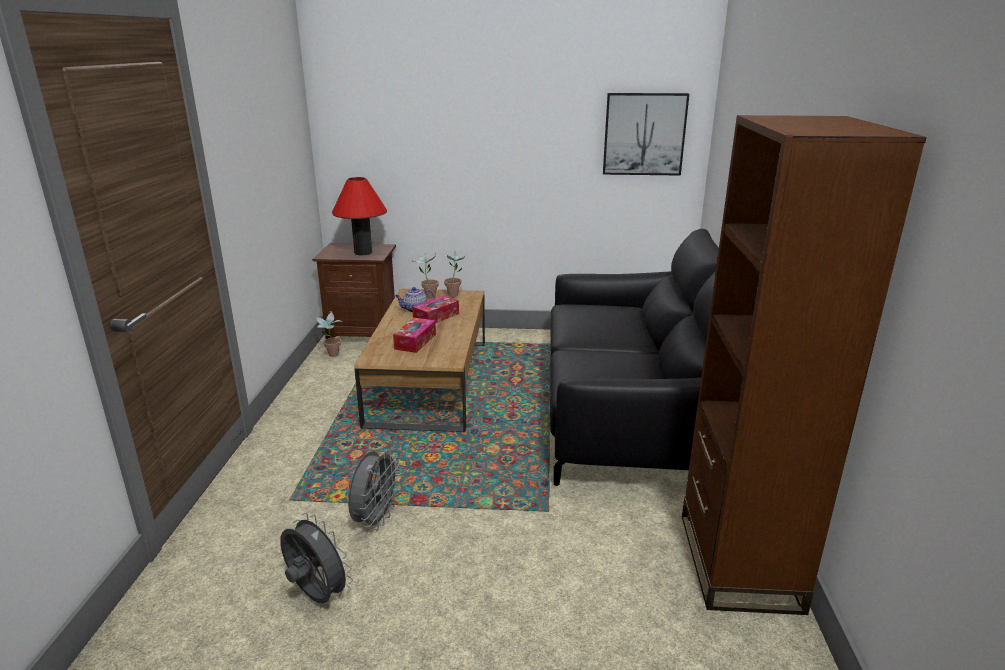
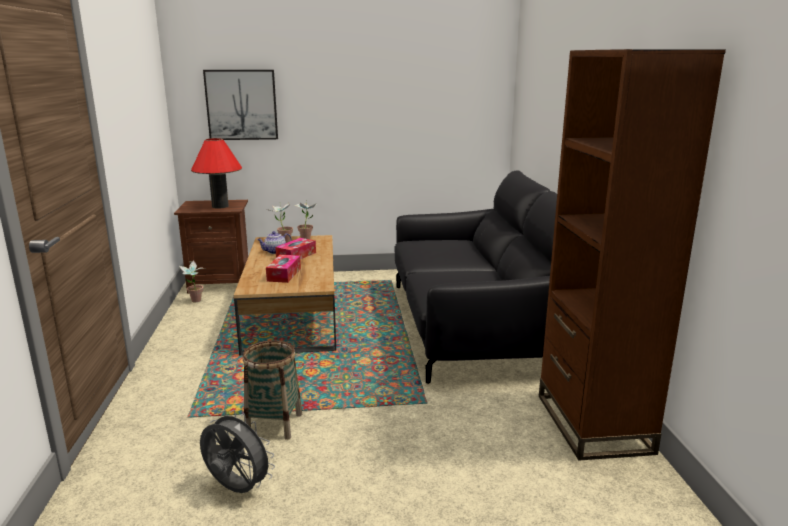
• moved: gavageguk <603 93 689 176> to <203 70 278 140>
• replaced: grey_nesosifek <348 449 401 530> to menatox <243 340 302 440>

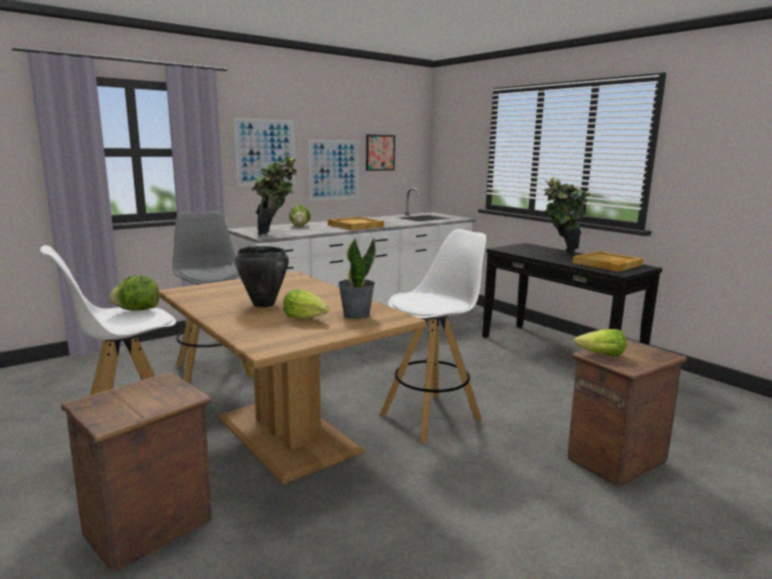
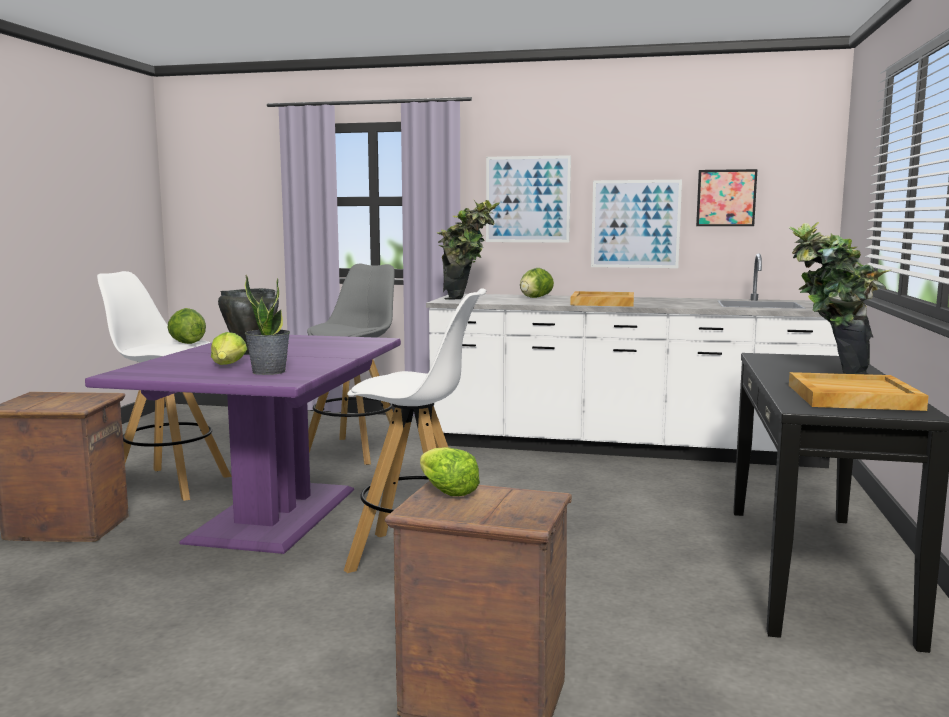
• recoloured: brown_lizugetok <159 271 426 484> to purple_lizugetok <85 335 401 554>

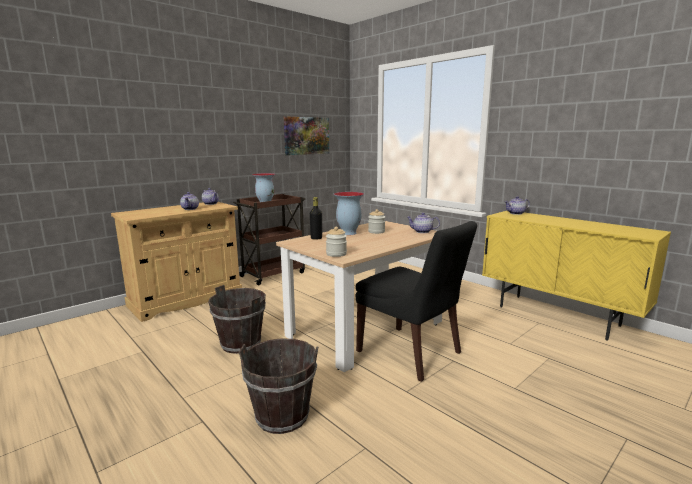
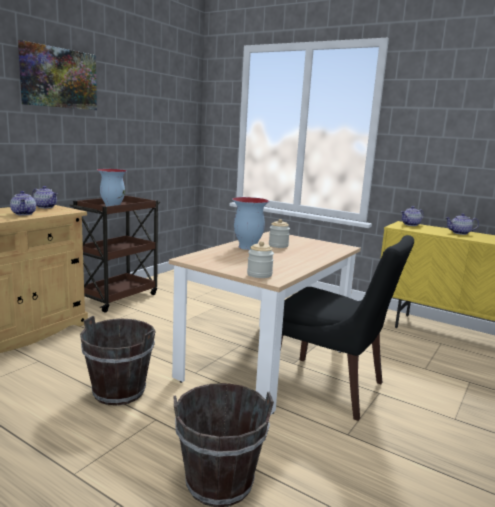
• removed: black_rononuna <310 197 322 240>
• moved: gavageguk <284 116 329 155> to <18 40 97 110>
• moved: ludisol <407 213 440 233> to <445 213 479 235>

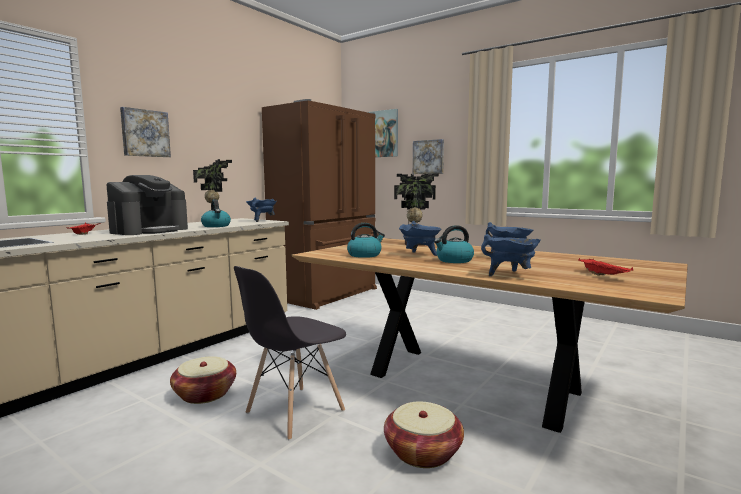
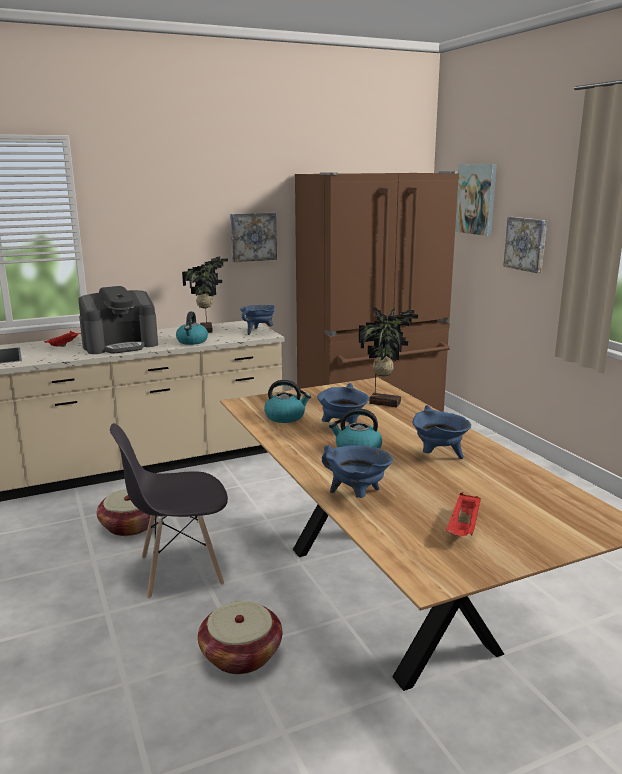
• moved: gavageguk <120 107 171 157> to <230 212 277 262>

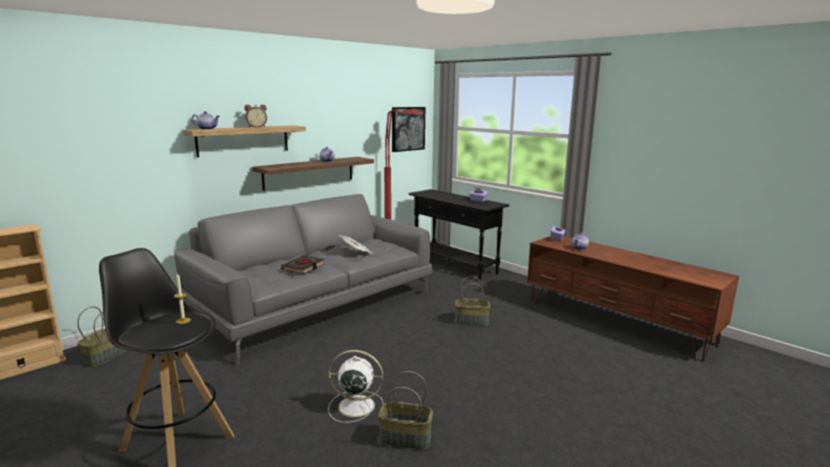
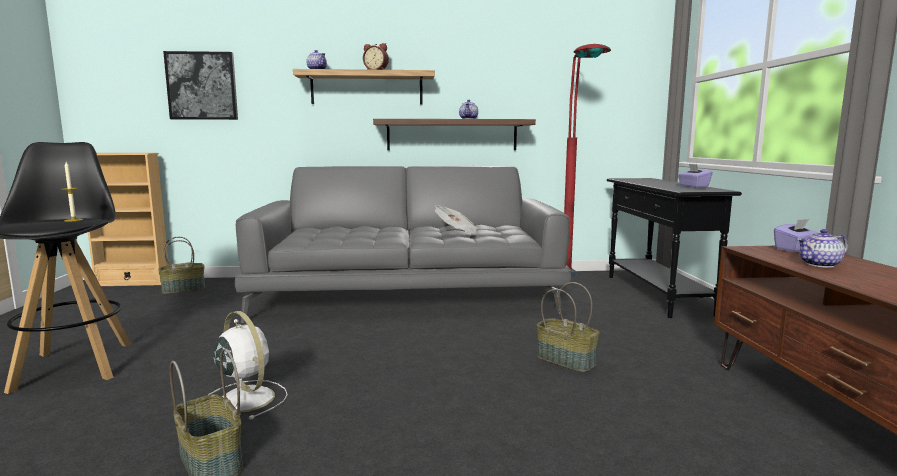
• removed: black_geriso <281 256 325 274>
• moved: gavageguk <392 107 425 152> to <163 51 238 120>

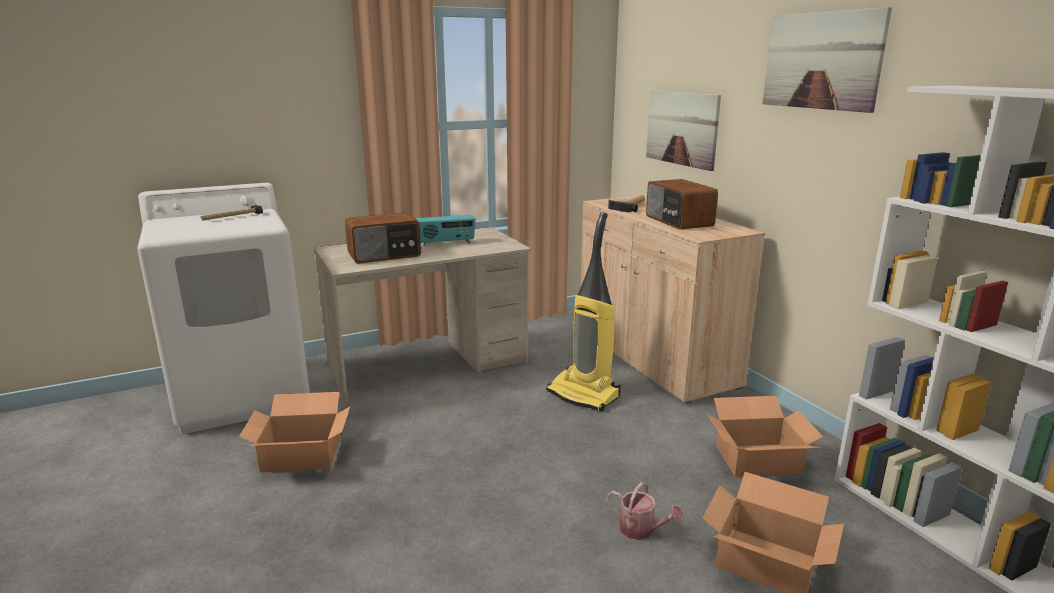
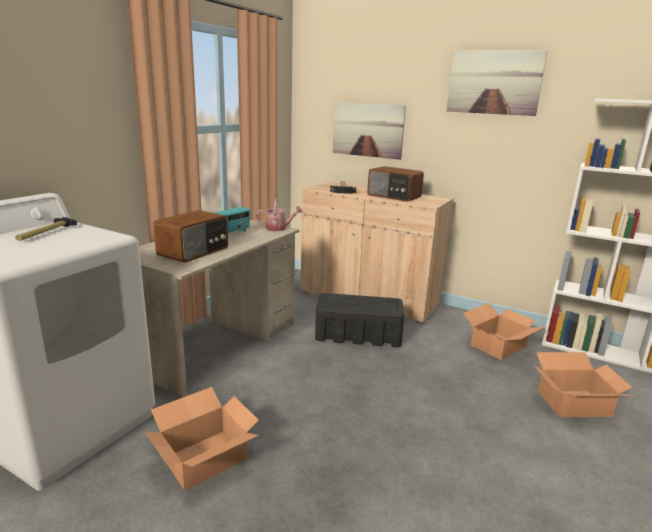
• moved: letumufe <607 482 684 540> to <256 199 303 231>
• replaced: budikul <546 212 621 412> to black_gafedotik <315 293 404 347>

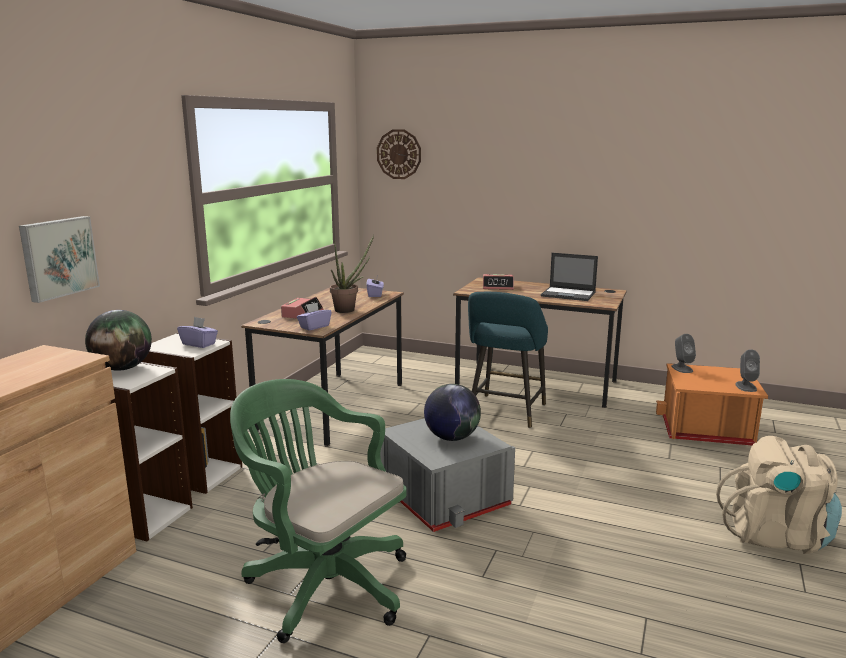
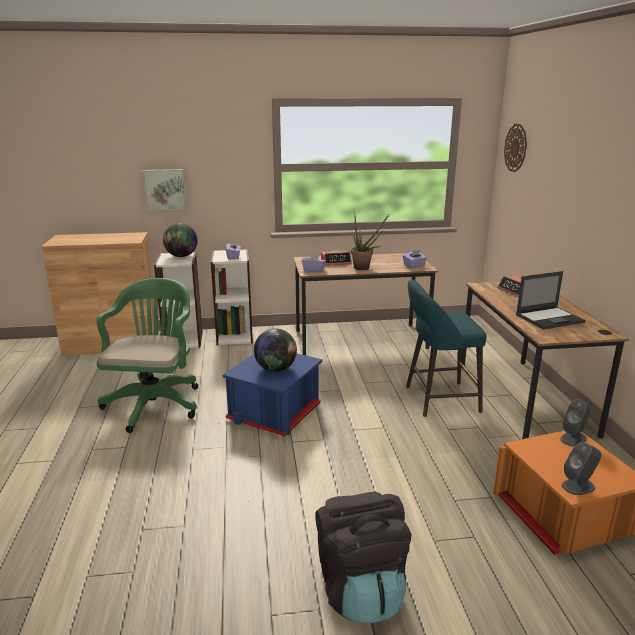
• recoloured: grey_gafedotik <380 418 515 532> to blue_gafedotik <223 354 322 436>
• recoloured: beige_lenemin <716 436 842 554> to black_lenemin <315 491 411 624>
• turned: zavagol <541 253 598 301> = <516 271 586 329> 105 degrees counterclockwise

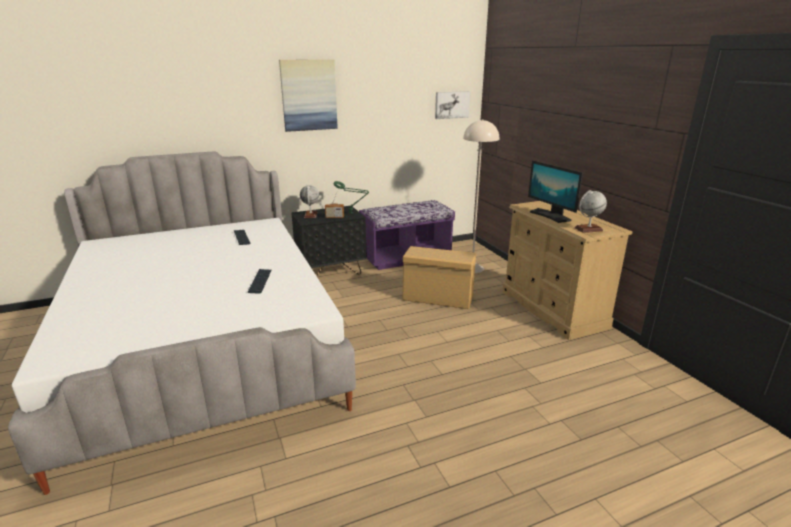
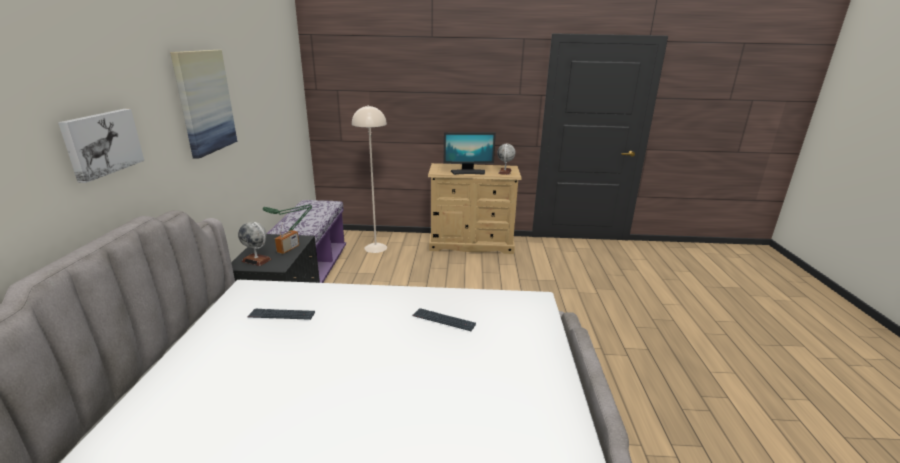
• removed: beige_gafedotik <403 246 476 309>
• moved: gavageguk <435 91 470 119> to <58 109 144 183>

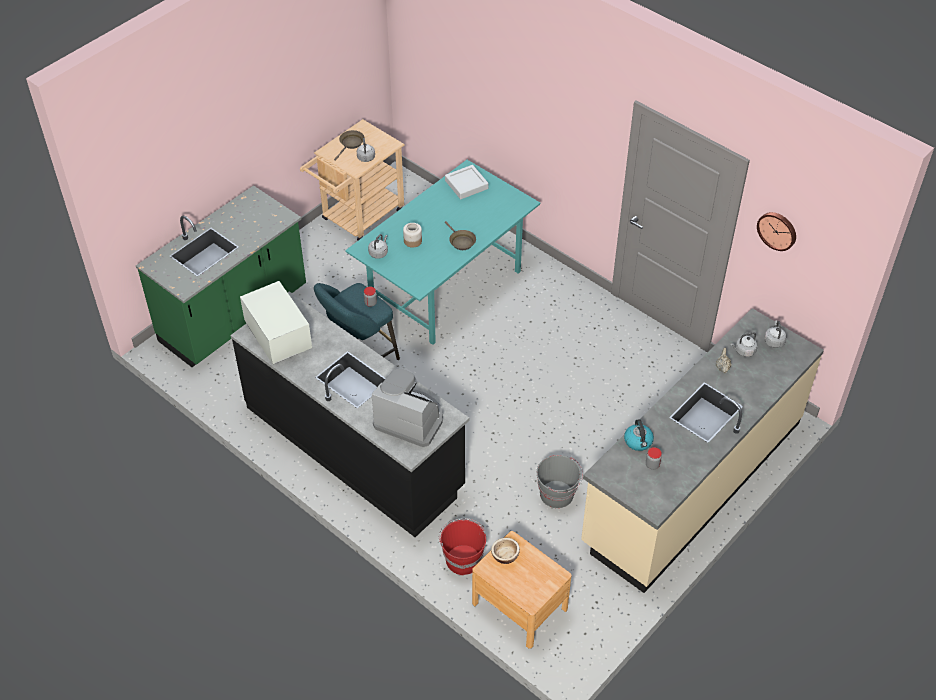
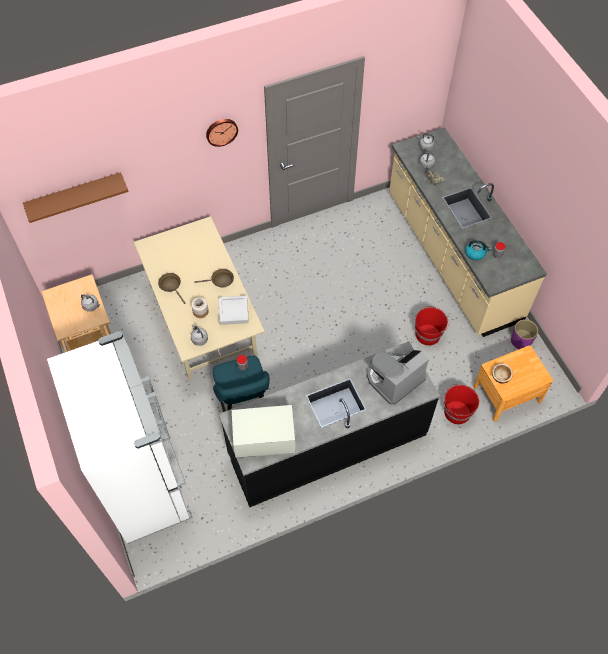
• added: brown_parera <23 172 129 223>
• added: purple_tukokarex <511 319 538 349>
• moved: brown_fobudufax <334 130 365 161> to <158 273 186 304>
• moved: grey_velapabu <445 165 489 199> to <219 296 249 325>
• moved: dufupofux <757 212 796 251> to <206 119 238 147>
• replaced: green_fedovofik <136 185 306 367> to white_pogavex <47 331 193 544>
• recoloured: turquoise_lizugetok <345 160 540 345> to beige_lizugetok <134 216 265 380>
• recoloured: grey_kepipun <537 455 583 508> to red_kepipun <415 306 449 346>

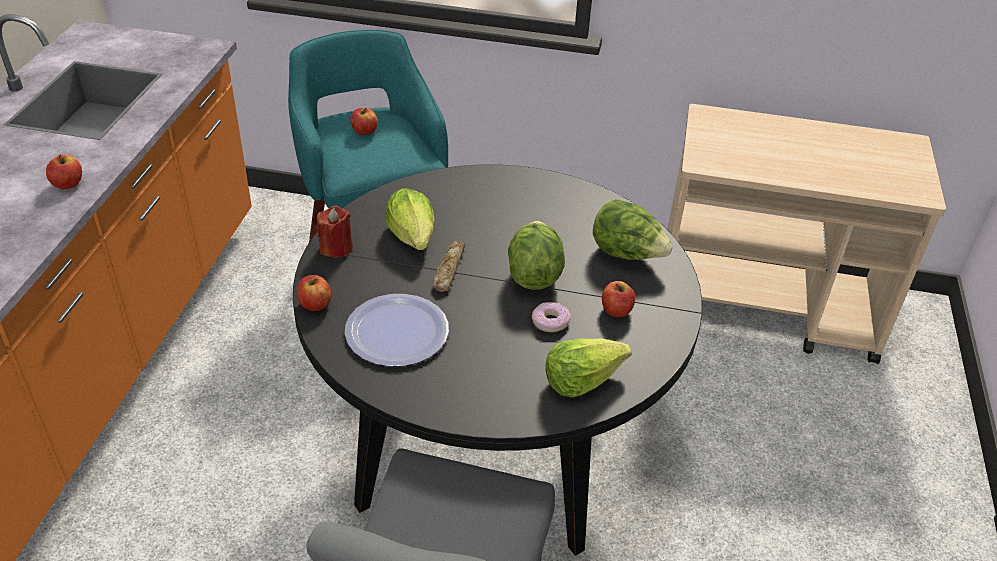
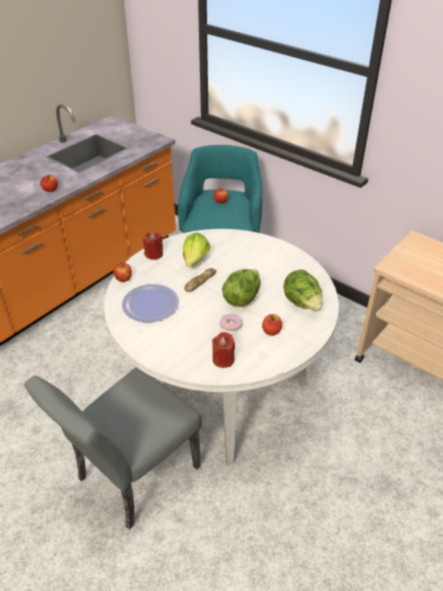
• replaced: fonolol <545 338 632 398> to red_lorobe <212 332 235 368>
• recoloured: black_lizugetok <293 164 702 556> to white_lizugetok <104 229 339 465>

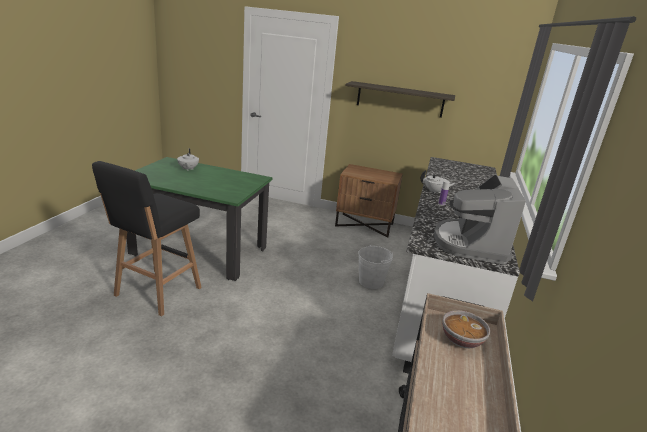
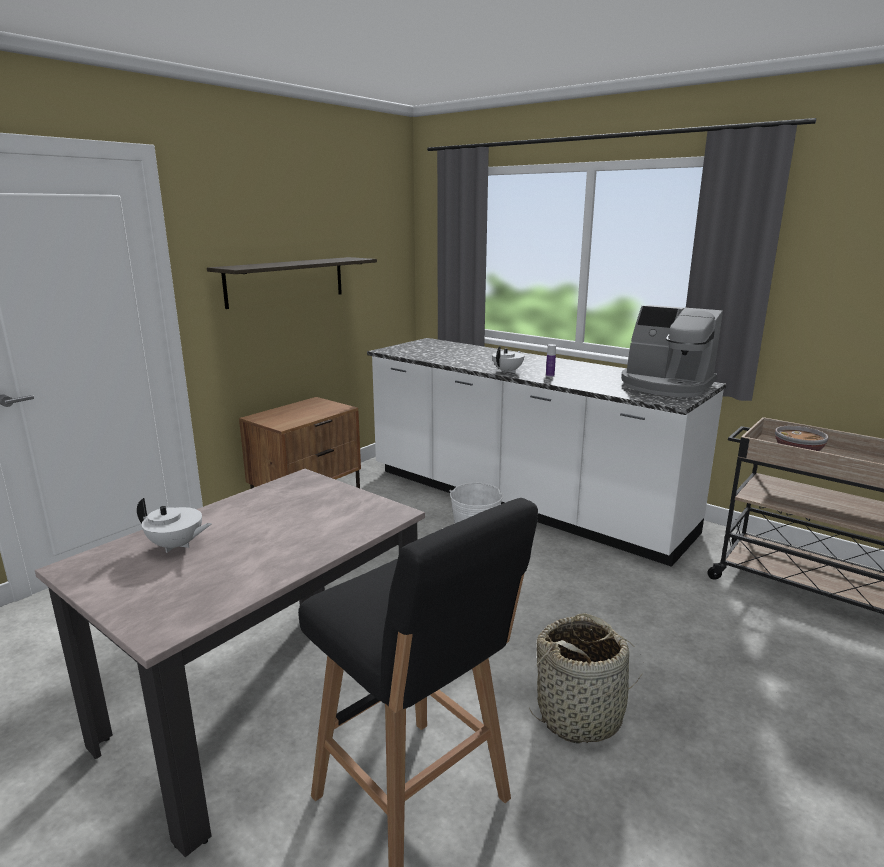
• added: menatox <529 613 644 743>
• recoloured: green_lizugetok <127 157 273 281> to beige_lizugetok <35 469 425 857>

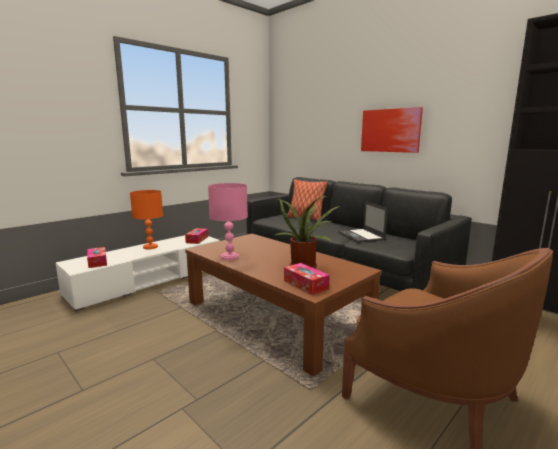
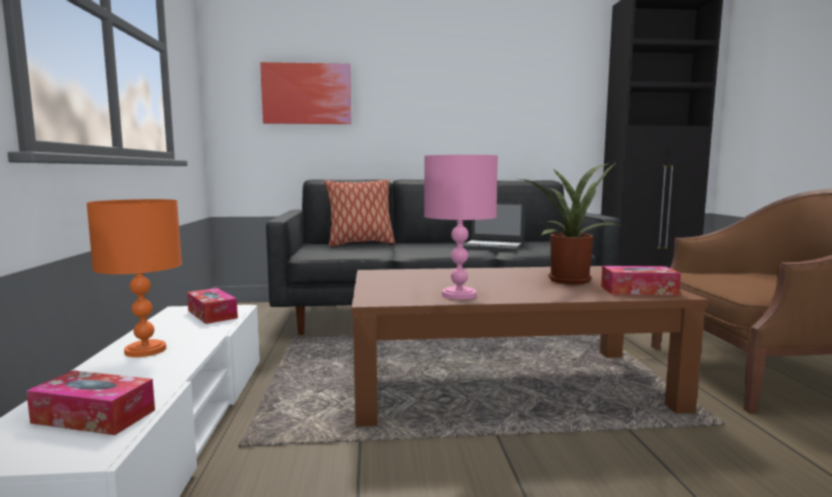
• moved: gavageguk <361 107 423 153> to <260 62 352 124>

